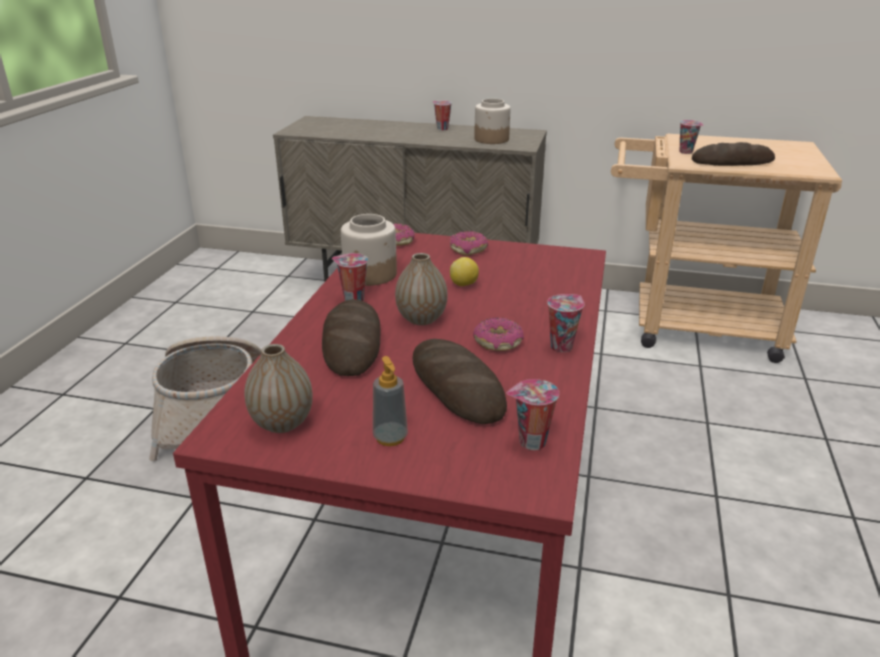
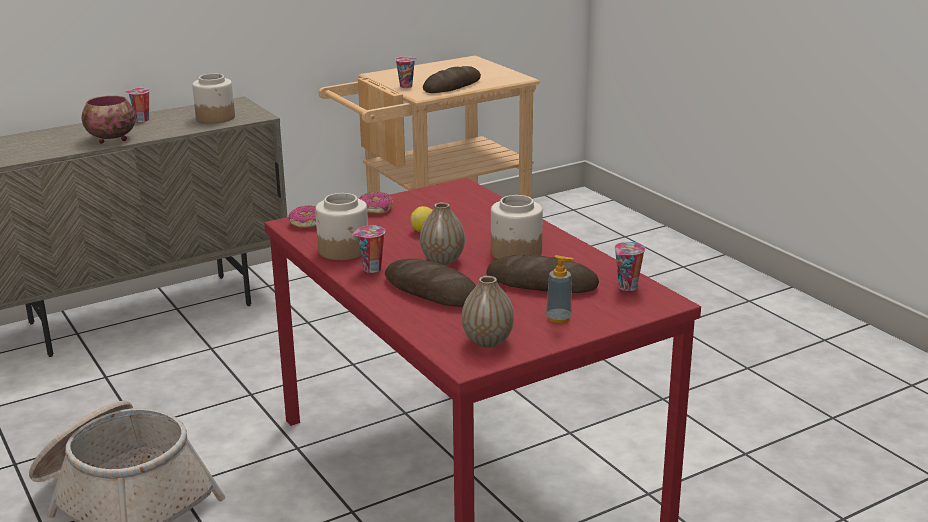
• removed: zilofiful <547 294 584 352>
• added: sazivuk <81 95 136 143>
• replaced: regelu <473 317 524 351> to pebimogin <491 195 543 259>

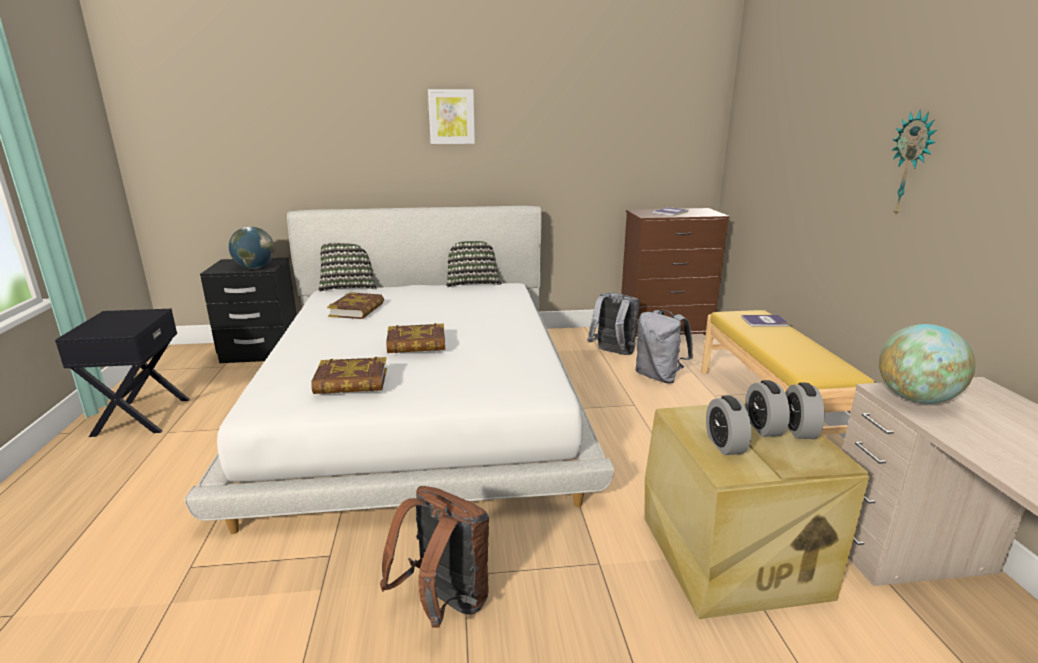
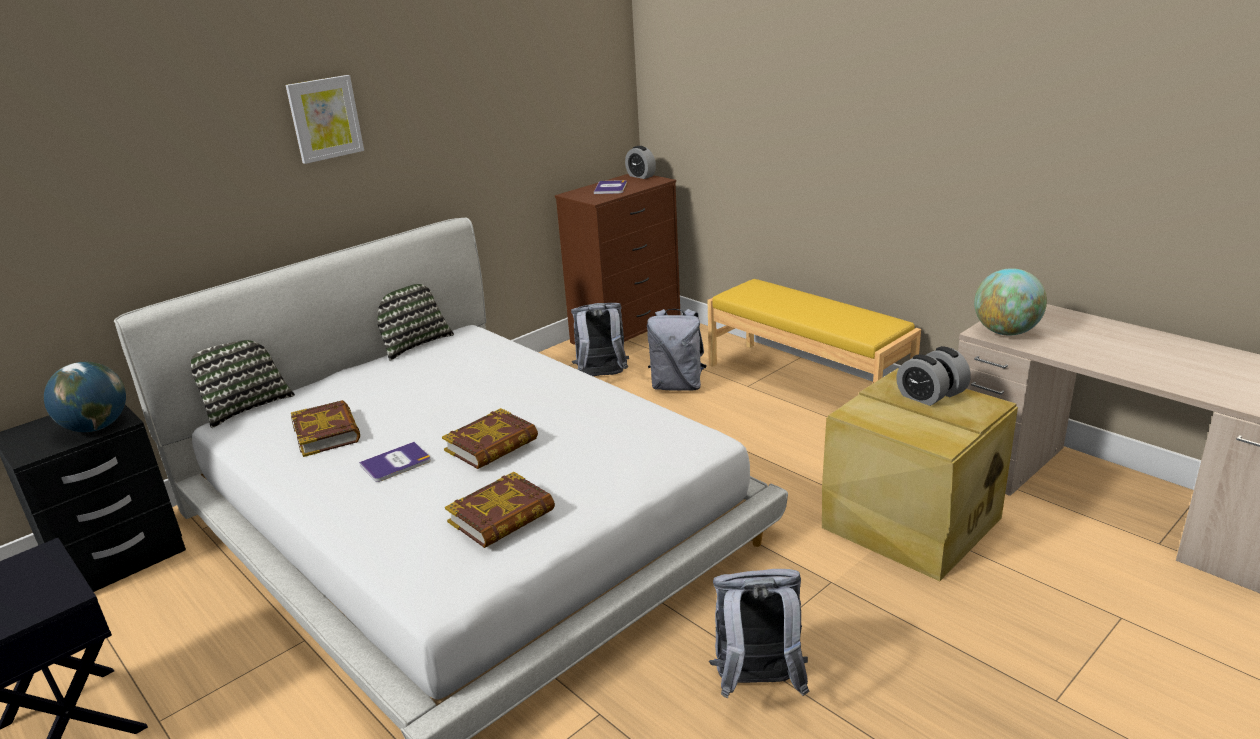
• removed: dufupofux <891 109 937 217>
• moved: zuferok <706 396 751 455> to <625 146 656 179>
• moved: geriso <741 315 789 327> to <359 442 431 482>
• recoloured: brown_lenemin <380 486 489 628> to grey_lenemin <709 569 809 698>

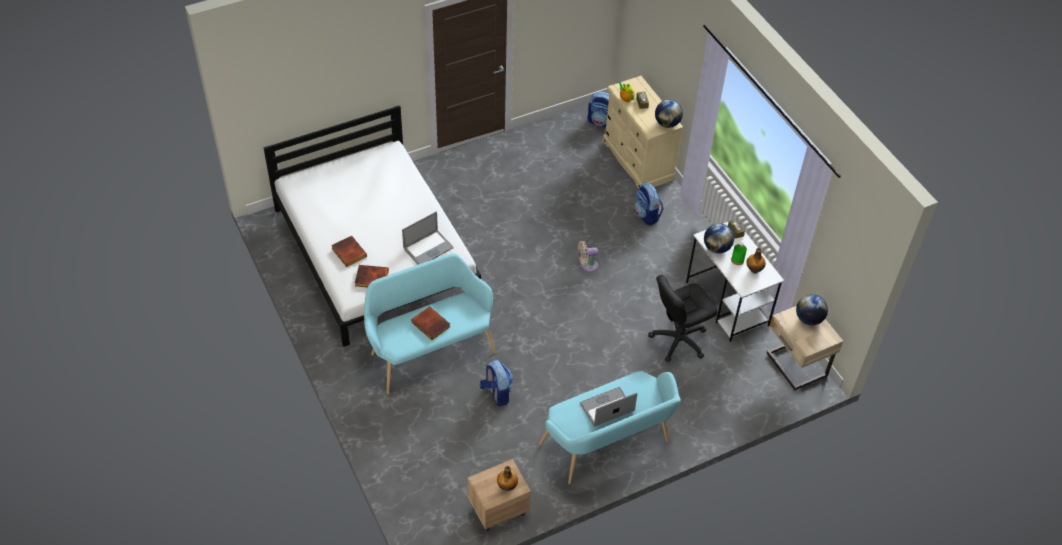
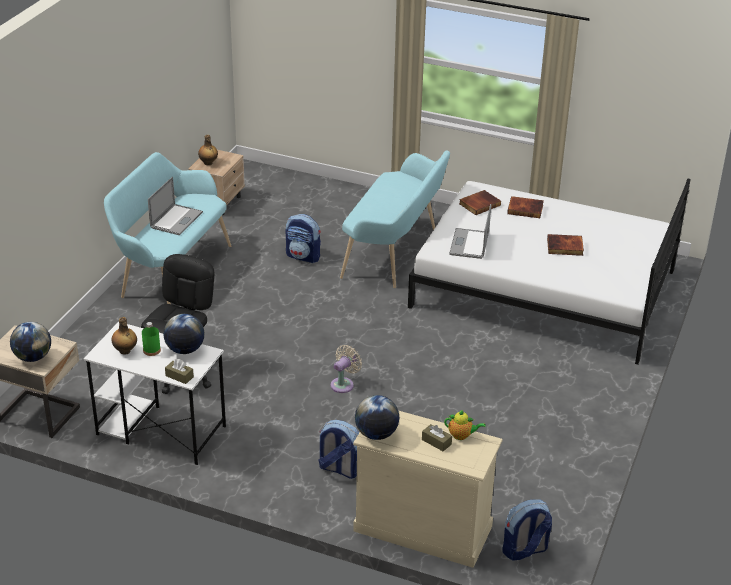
• moved: geriso <411 306 451 340> to <547 234 584 256>

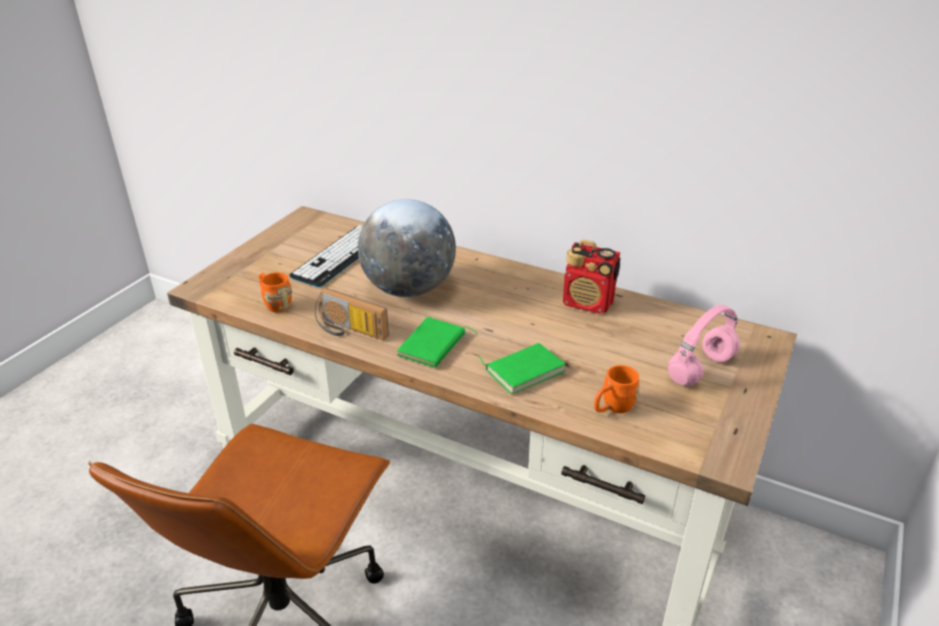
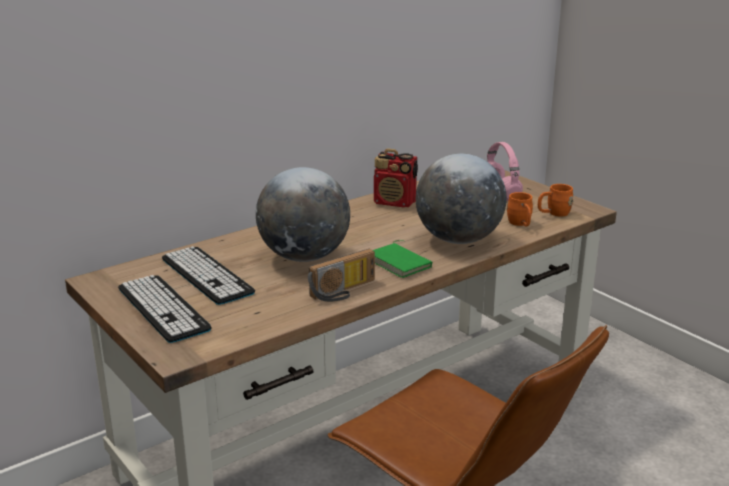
• added: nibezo <118 275 212 343>
• moved: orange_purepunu <259 272 292 312> to <538 184 574 217>
• replaced: green_geriso <479 343 566 394> to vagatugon <416 153 506 244>
• turned: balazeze <563 240 620 314> = <374 148 418 207> 60 degrees clockwise

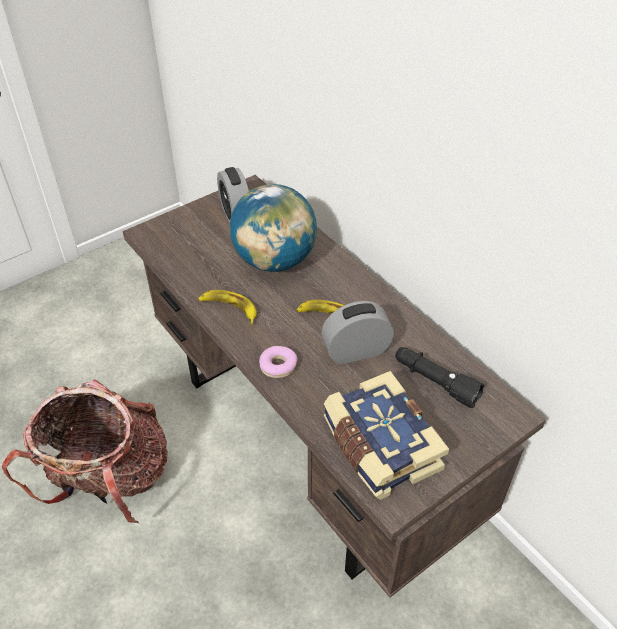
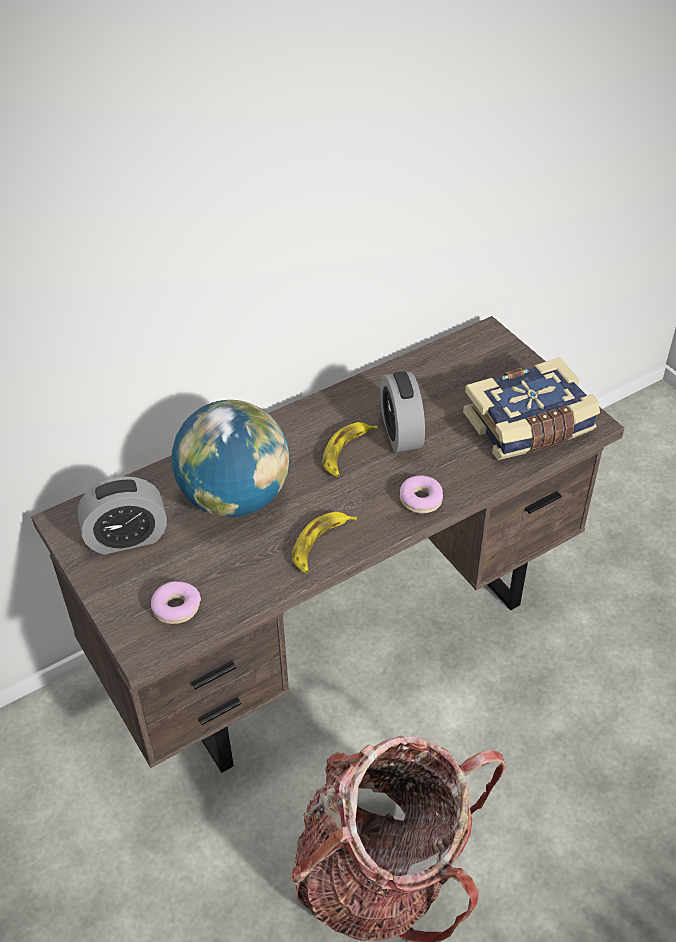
• removed: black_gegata <395 347 485 408>
• added: regelu <151 581 201 624>

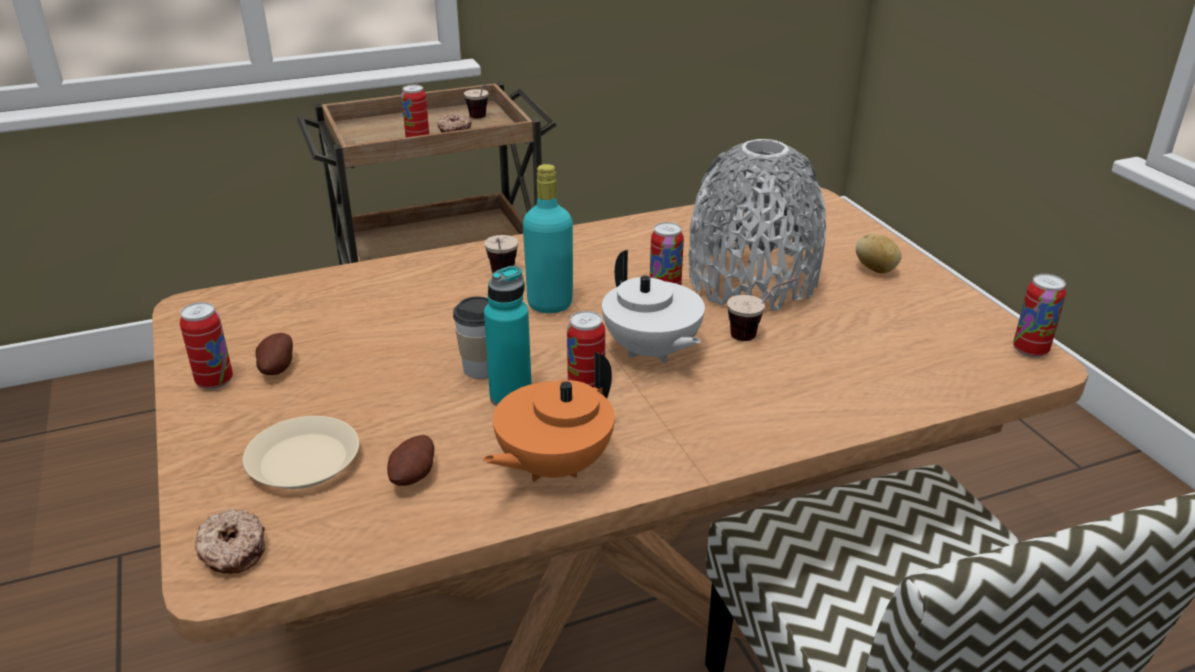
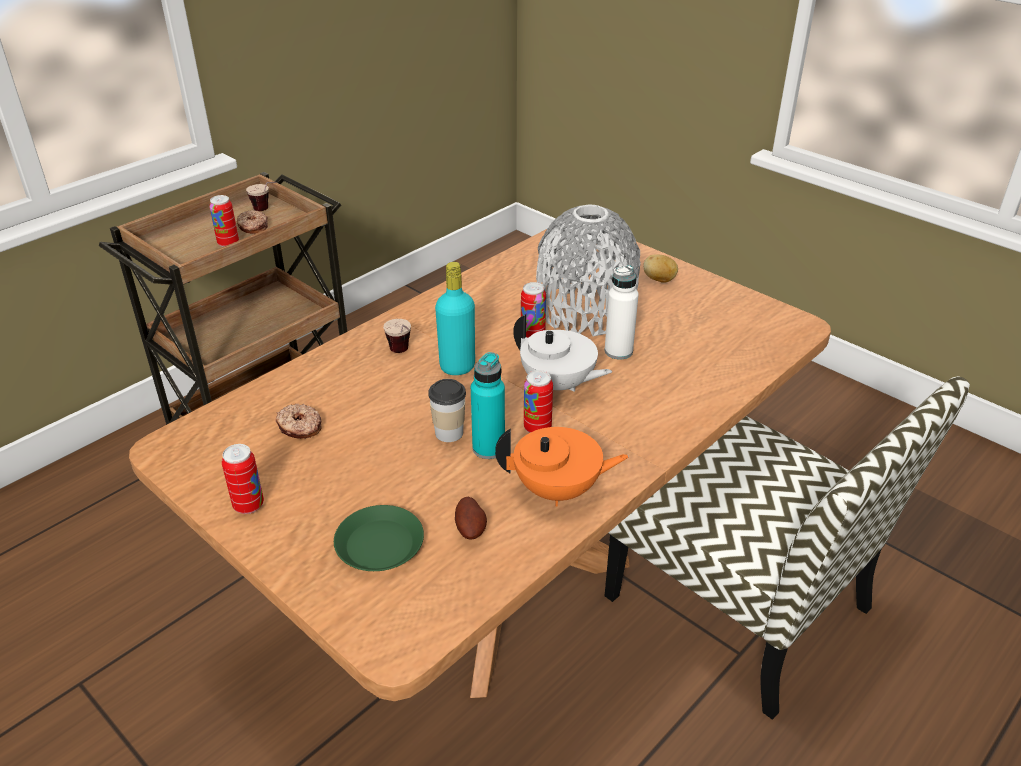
• removed: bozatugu <256 333 293 375>
• removed: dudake <1013 274 1066 358>
• moved: regelu <195 509 265 574> to <276 404 321 439>
• replaced: zilofiful <727 278 797 341> to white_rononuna <605 265 639 360>
• recoloured: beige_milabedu <243 416 359 489> to green_milabedu <334 505 424 571>
• turned: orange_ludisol <483 352 615 482> = <495 427 629 507> 105 degrees counterclockwise

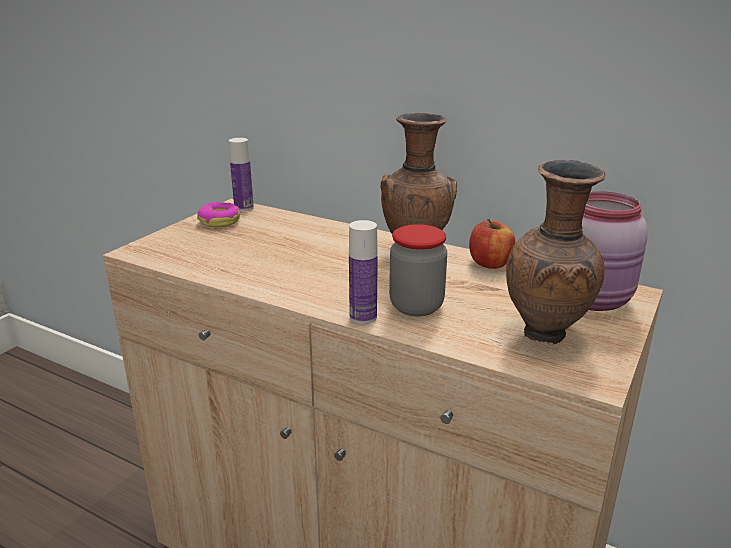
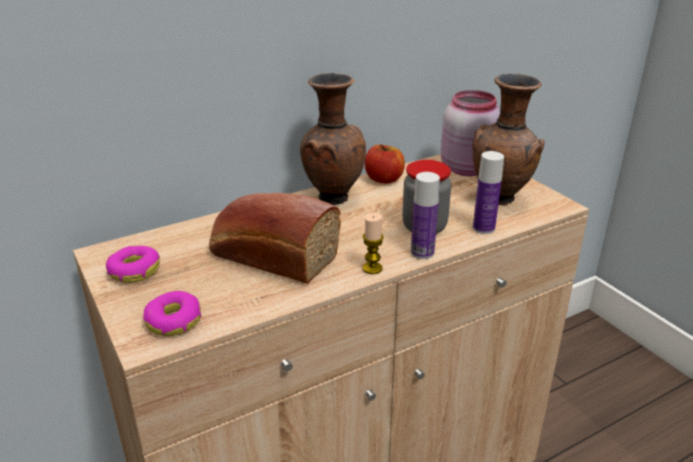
• added: regelu <143 291 201 336>
• added: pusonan <209 193 341 284>
• added: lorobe <362 213 384 274>
• moved: rononuna <229 138 254 211> to <473 151 504 234>

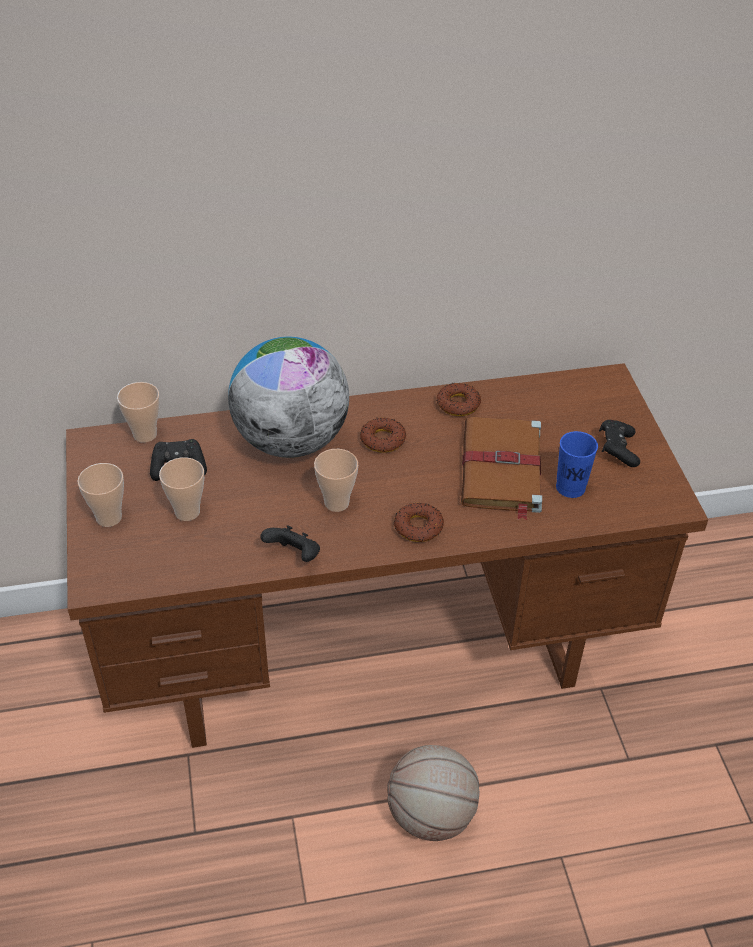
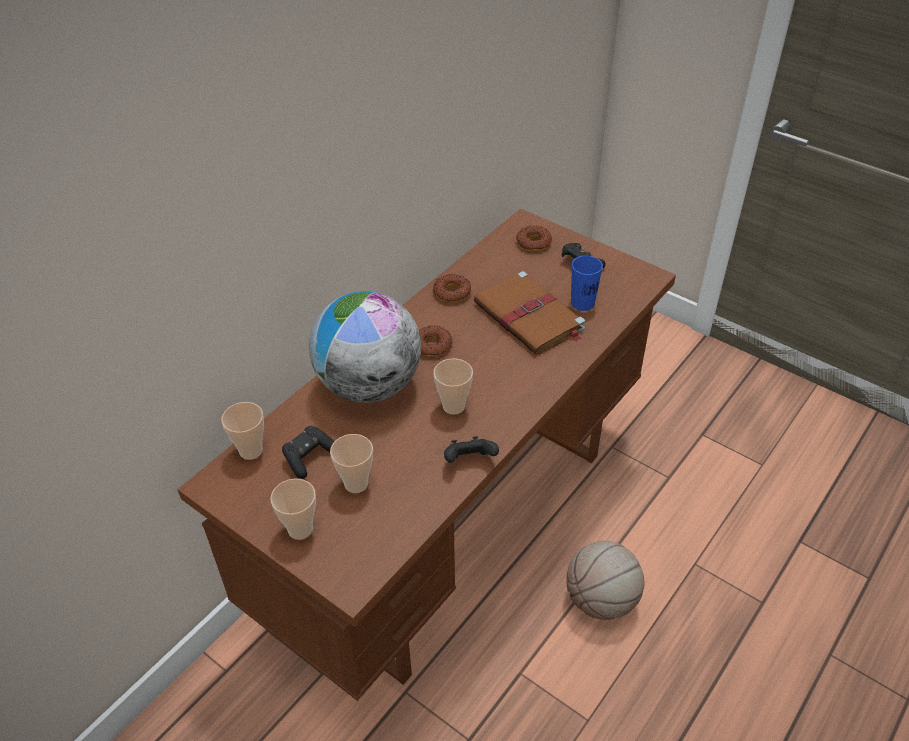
• moved: regelu <394 502 444 542> to <516 225 552 251>

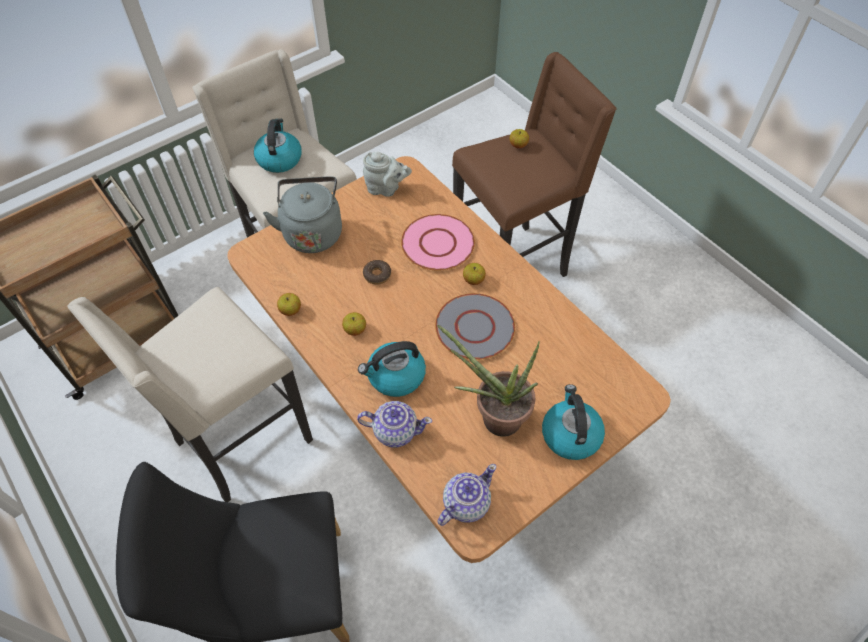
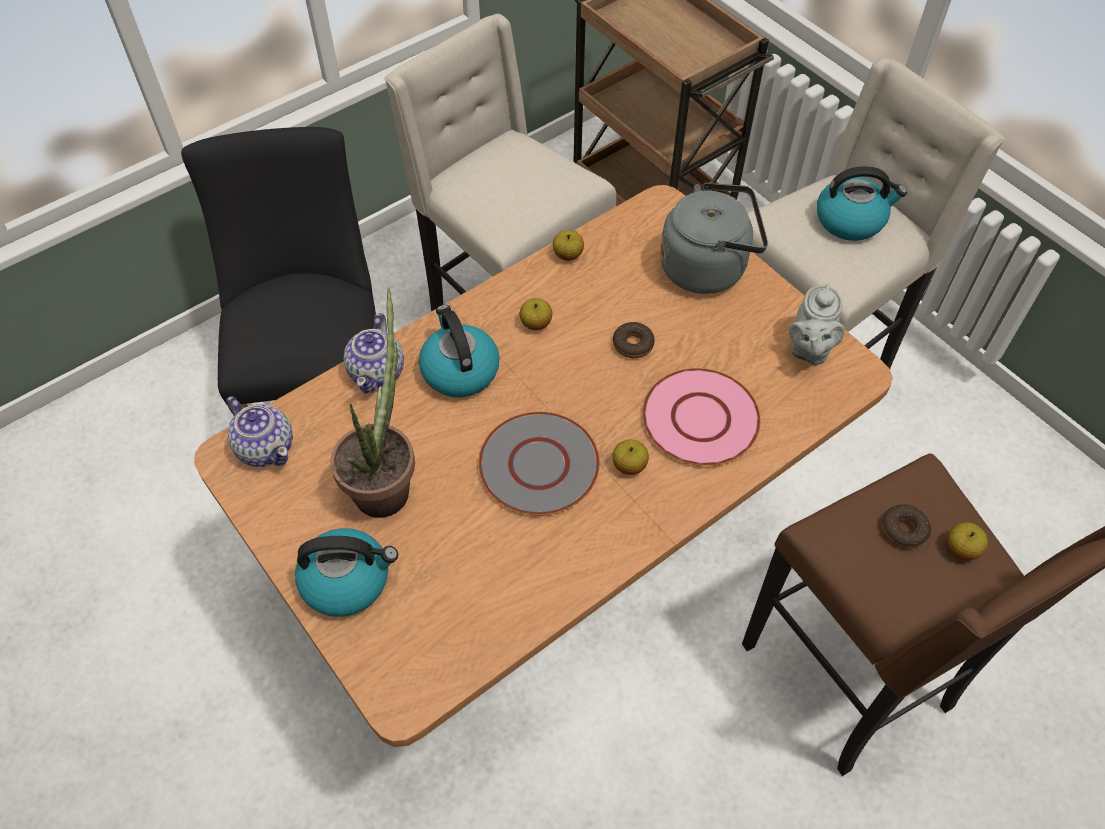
• added: regelu <882 504 931 548>

